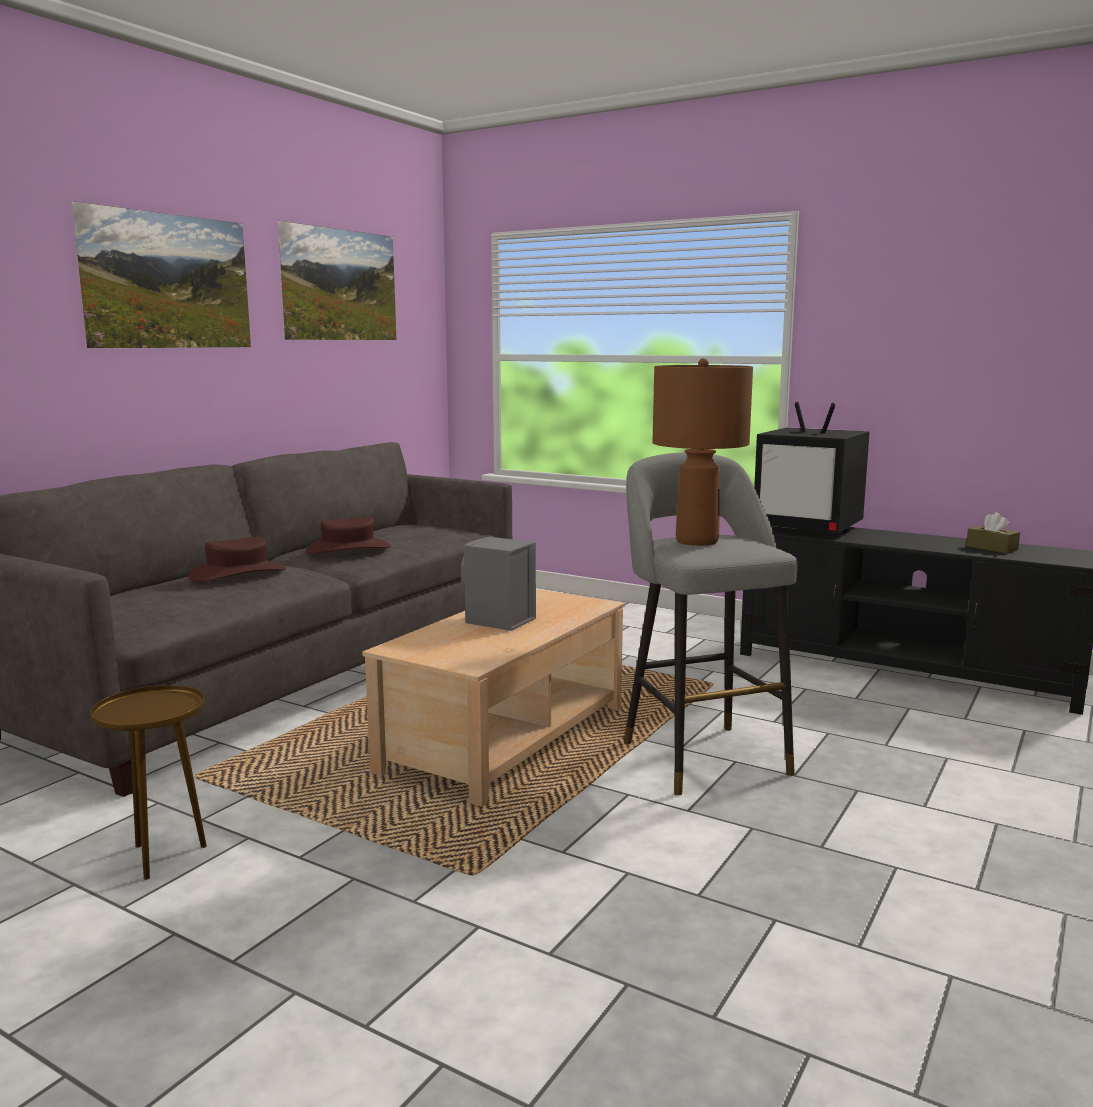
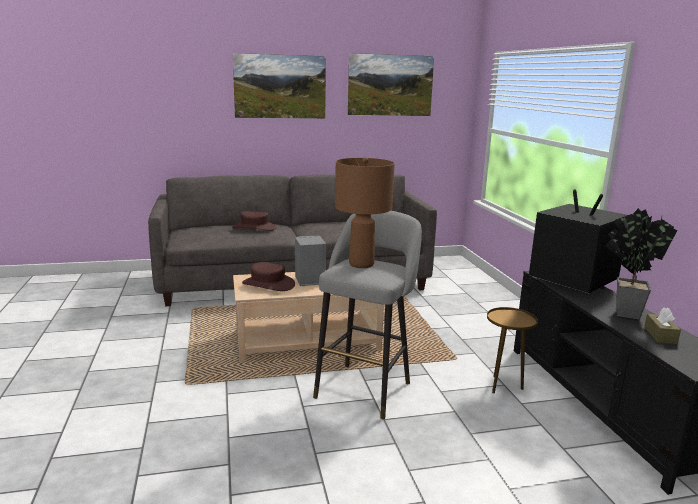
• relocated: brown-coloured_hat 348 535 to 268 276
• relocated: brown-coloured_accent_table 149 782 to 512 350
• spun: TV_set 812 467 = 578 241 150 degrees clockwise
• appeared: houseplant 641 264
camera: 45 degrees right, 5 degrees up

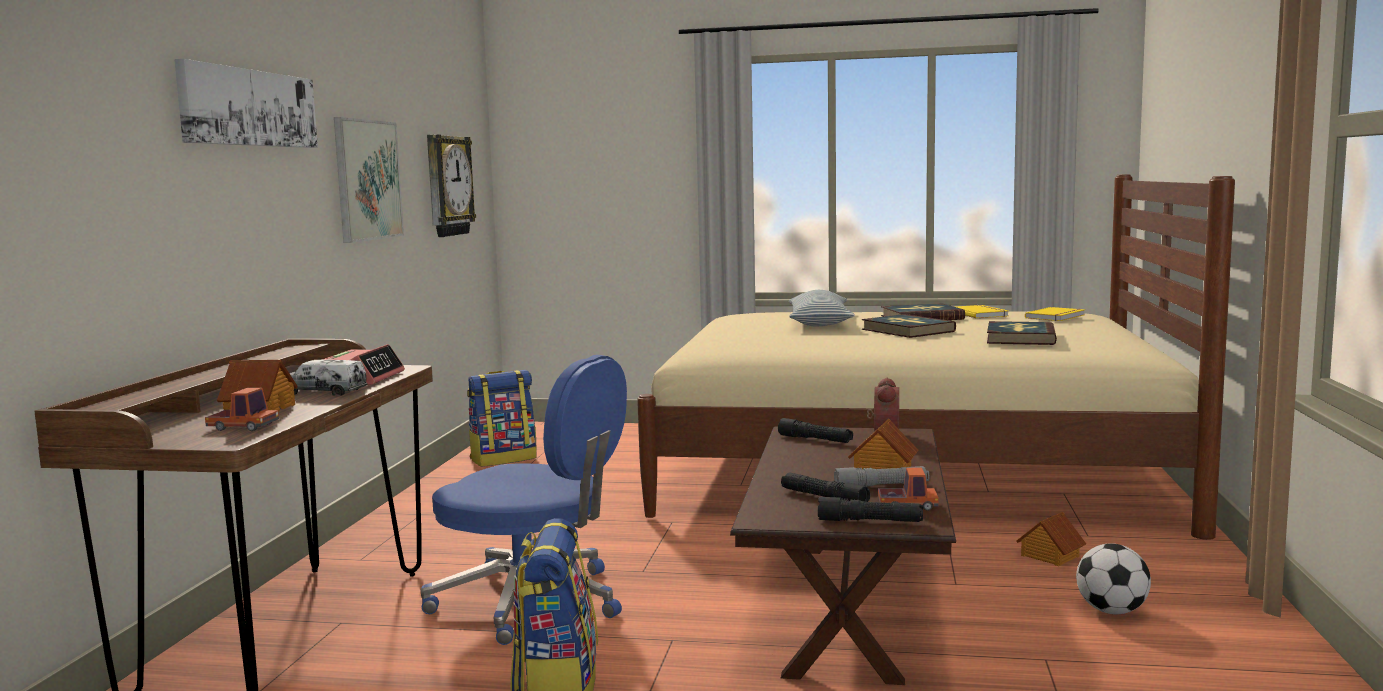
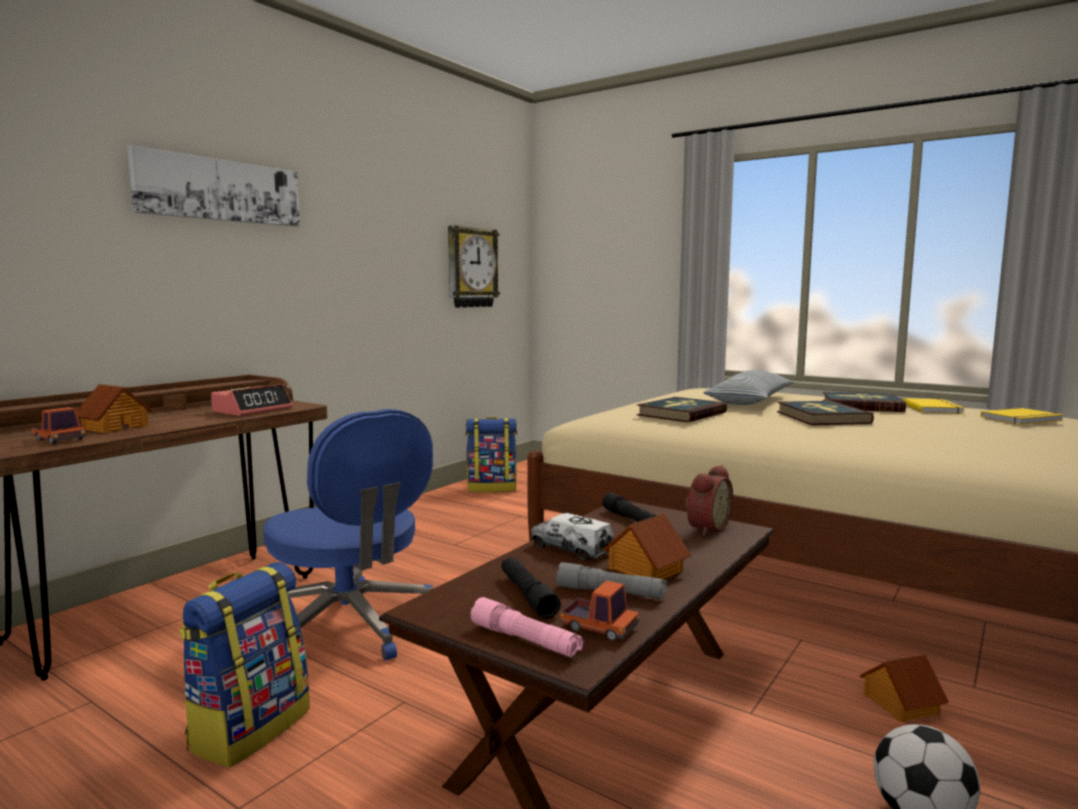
• colour: blackish_flashlight 870 509 to pink_flashlight 527 627
• relocated: toy_lorry 328 378 to 572 537
• relocated: bound_book 1022 333 to 682 409
• missing: wall_picture 369 180
camera: 25 degrees right, 0 degrees up

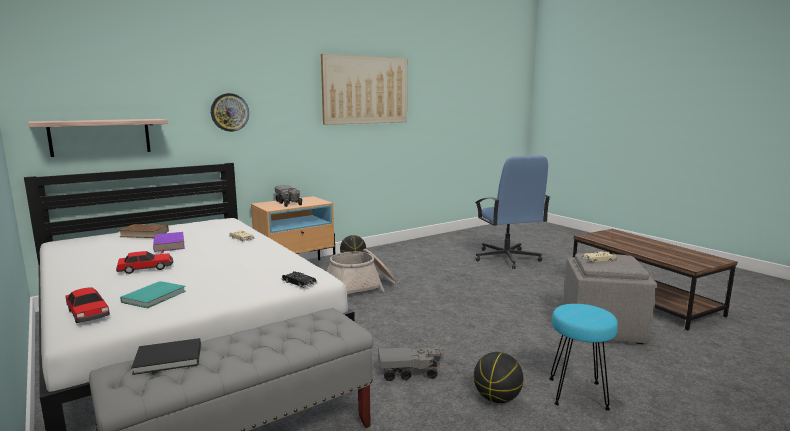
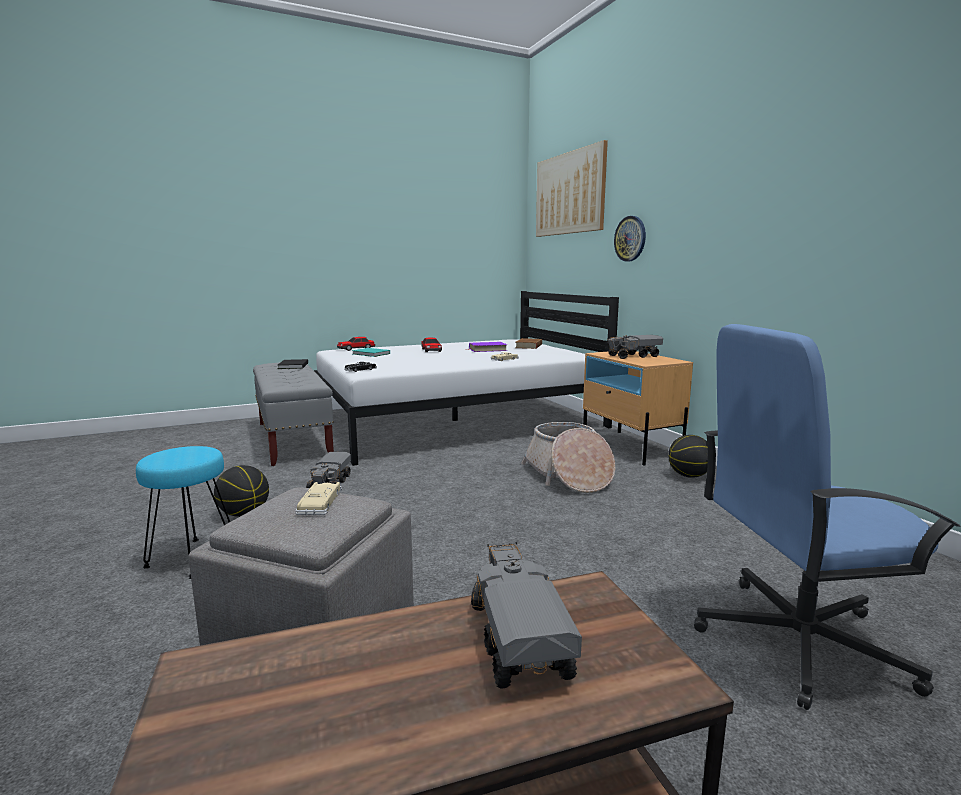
• appeared: toy_lorry 526 615
• relocated: wall_picture 364 89 to 572 188
• missing: wall_shelf 98 138
camera: 100 degrees right, 0 degrees up

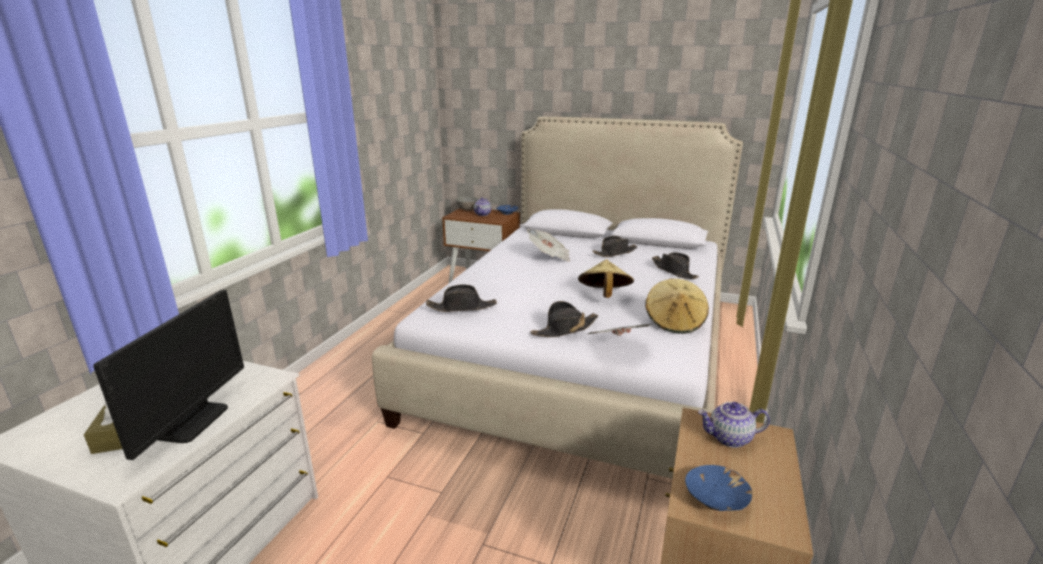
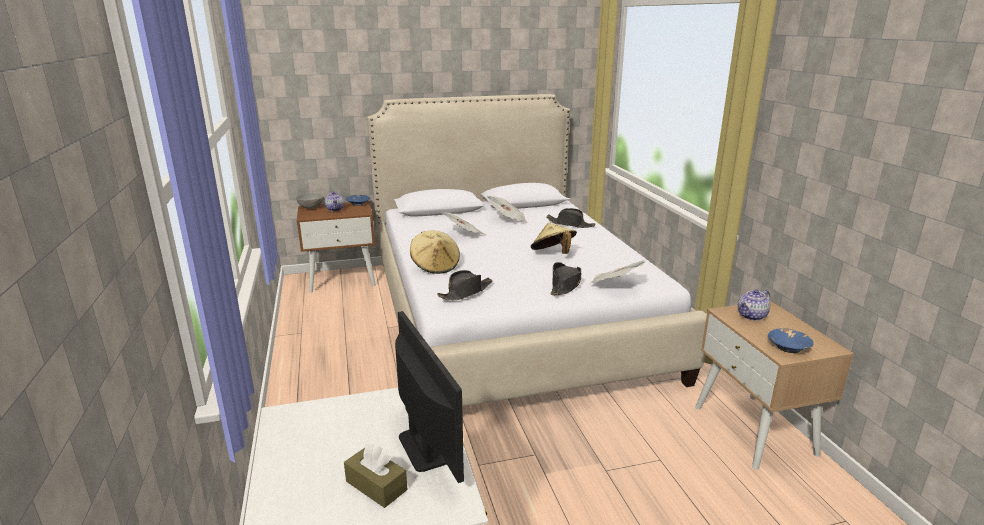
• relocated: sand-coloured_hat 677 306 to 435 252
• exchanged: blackish_hat 614 246 to printed_paper 507 209
camera: 35 degrees left, 0 degrees up

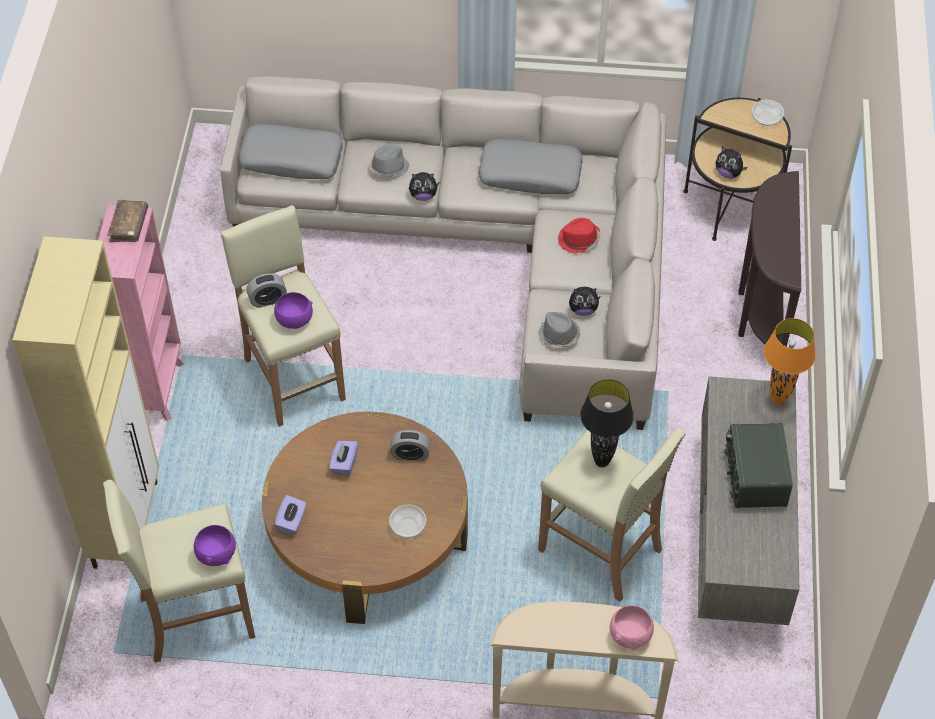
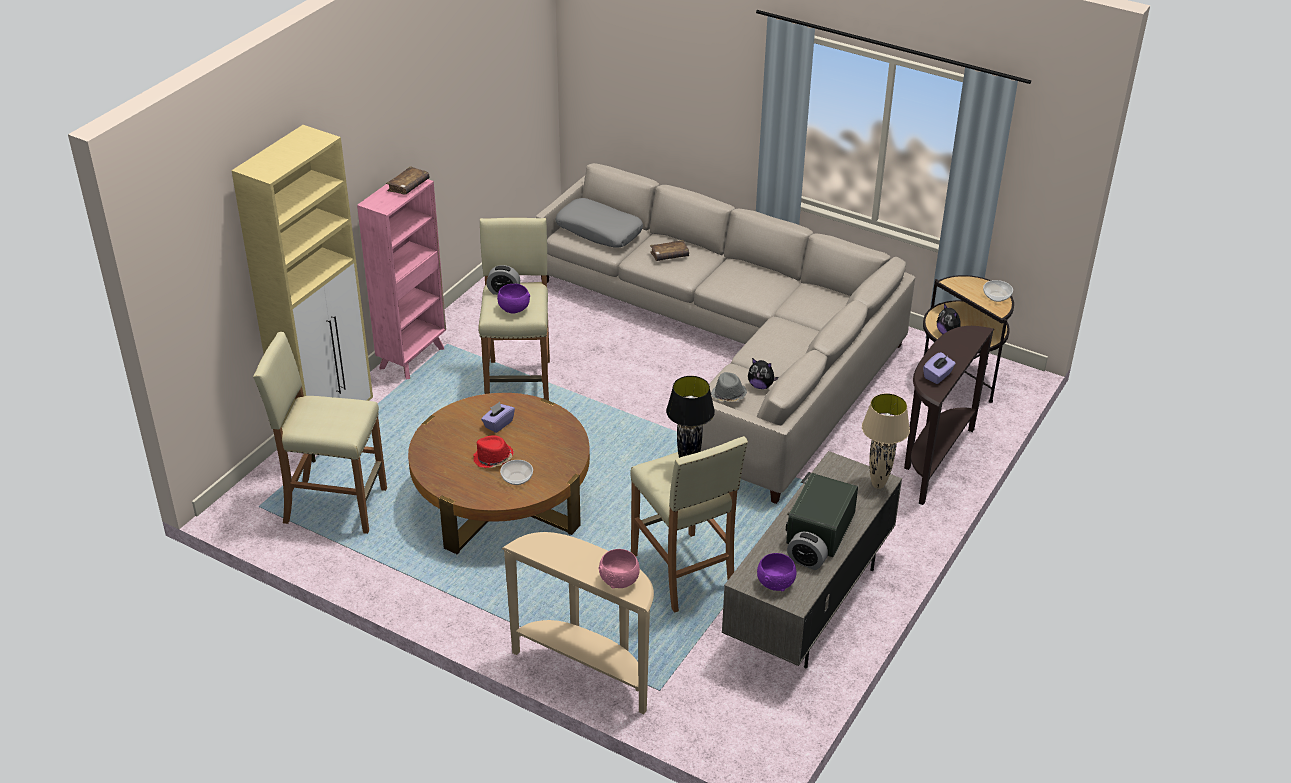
• relocated: red_hat 579 236 to 493 451
• exchanged: greyish_hat 389 161 to brown-coloured_bound_book 669 250
• relocated: purple_serving_bowl 215 545 to 776 572
• relocated: table_clock 410 445 to 807 551
• colour: orange_lamp_for_a_table 790 361 to sand-coloured_lamp_for_a_table 886 441
• relocated: purple_tissue_box 290 515 to 939 368
• missing: soft_toy 424 186
• missing: greyish_throw_pillow 531 166
camera: 25 degrees right, 15 degrees down

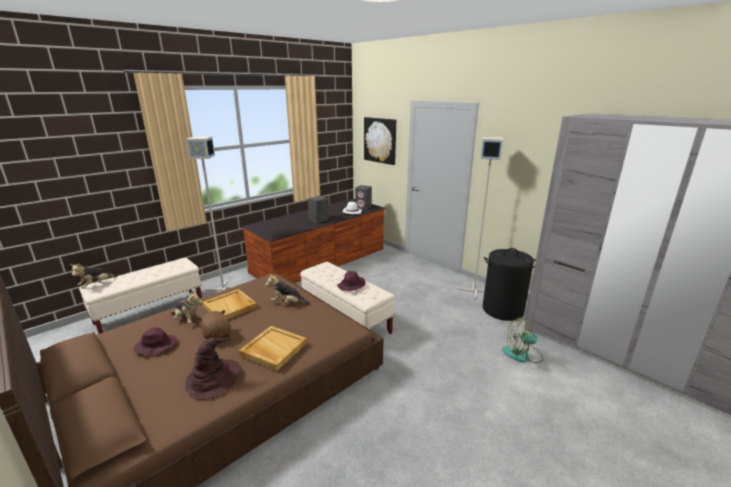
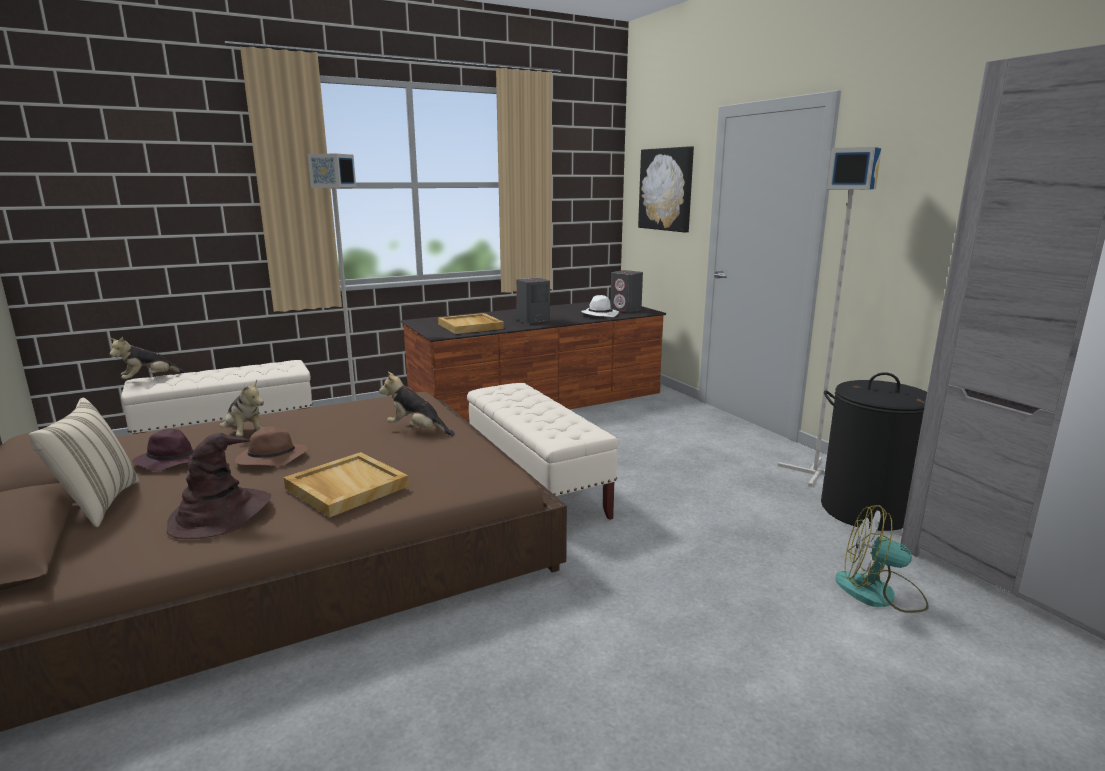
• appeared: sand-coloured_throw_pillow 84 462
• exchanged: brown-coloured_soft_toy 213 325 to brown-coloured_hat 271 447
• relocated: sand-coloured_tray 230 304 to 471 323
• missing: purple_hat 351 281
camera: 15 degrees right, 5 degrees down

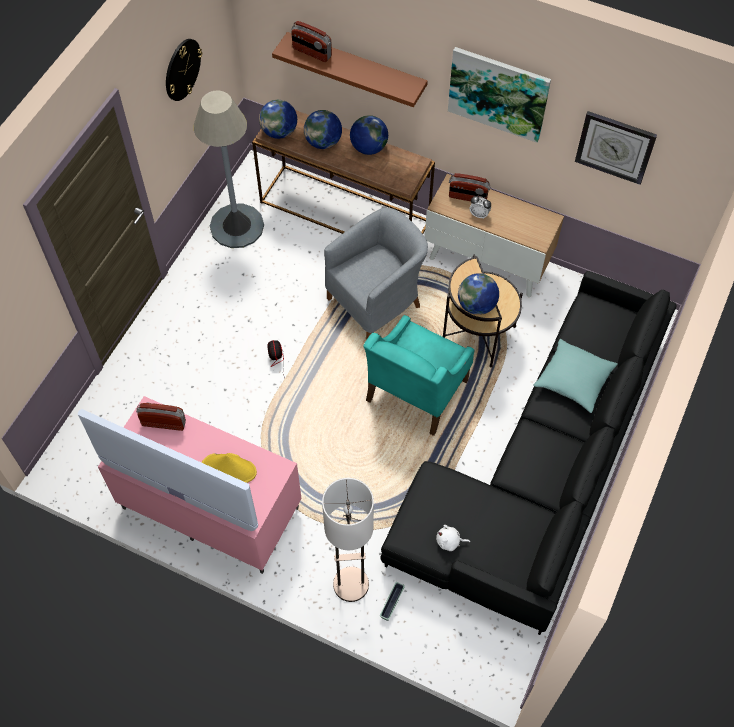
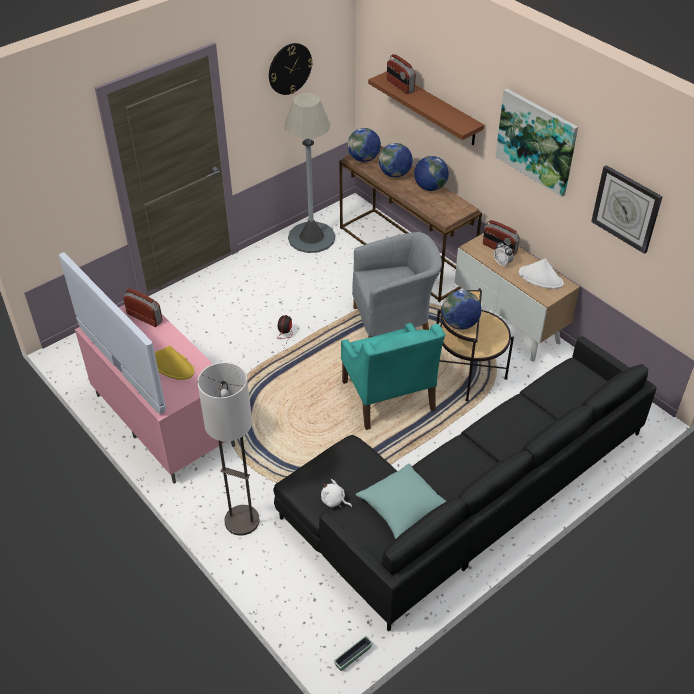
• relocated: flower_pot 392 601 to 353 653
• spun: turquoise_armchair 419 375 = 393 376 75 degrees counterclockwise
• relocated: turquoise_throw_pillow 575 376 to 400 501
• appeared: white_hat 541 273
camera: 25 degrees right, 15 degrees down

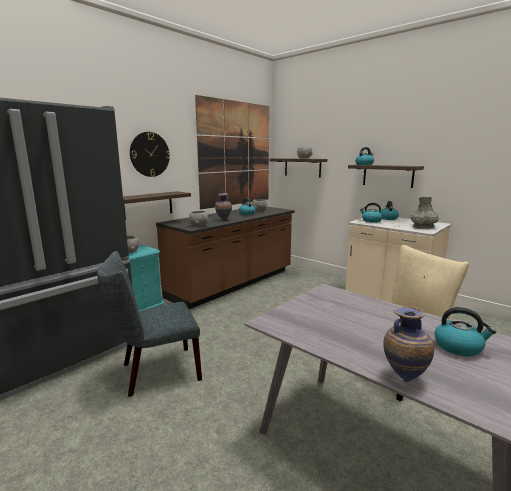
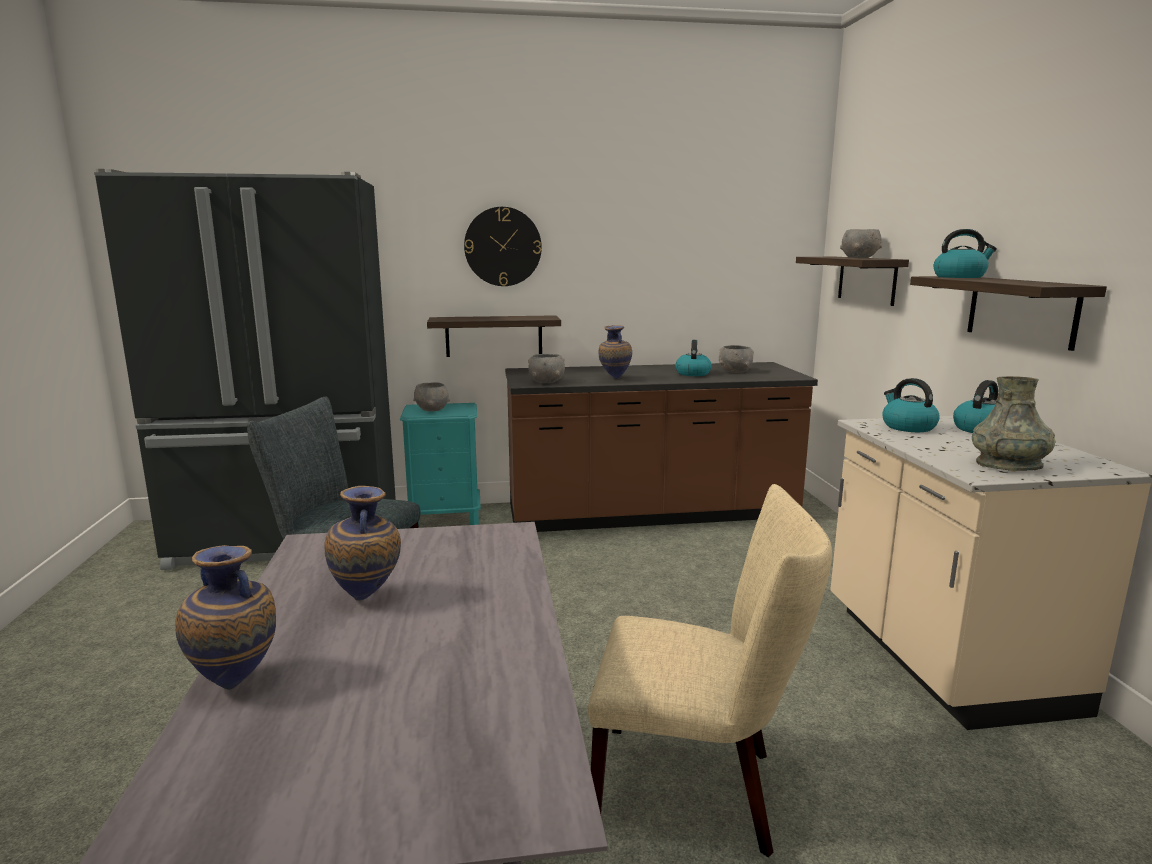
• appeared: vase 363 543
• missing: wall_picture 232 152
• missing: kettle 465 331
camera: 40 degrees right, 0 degrees up

